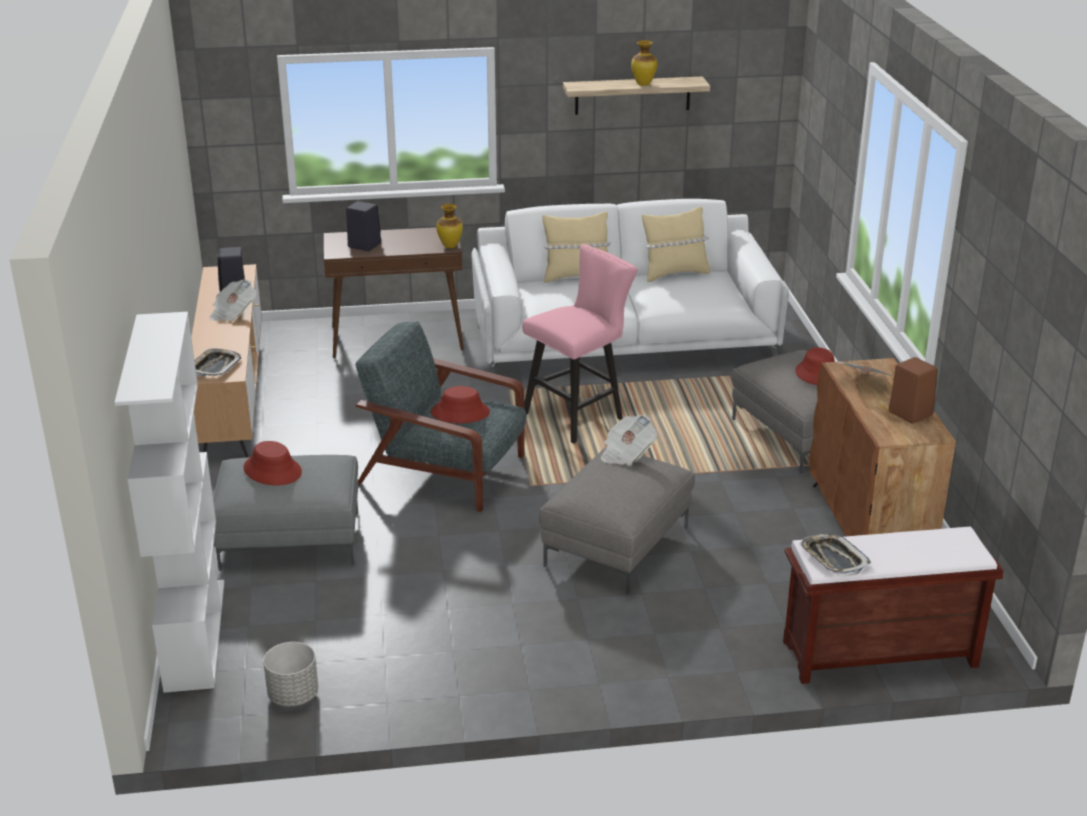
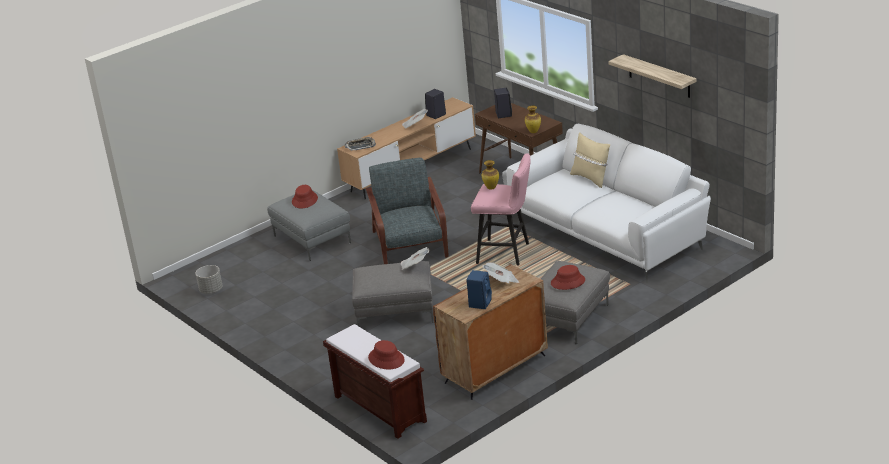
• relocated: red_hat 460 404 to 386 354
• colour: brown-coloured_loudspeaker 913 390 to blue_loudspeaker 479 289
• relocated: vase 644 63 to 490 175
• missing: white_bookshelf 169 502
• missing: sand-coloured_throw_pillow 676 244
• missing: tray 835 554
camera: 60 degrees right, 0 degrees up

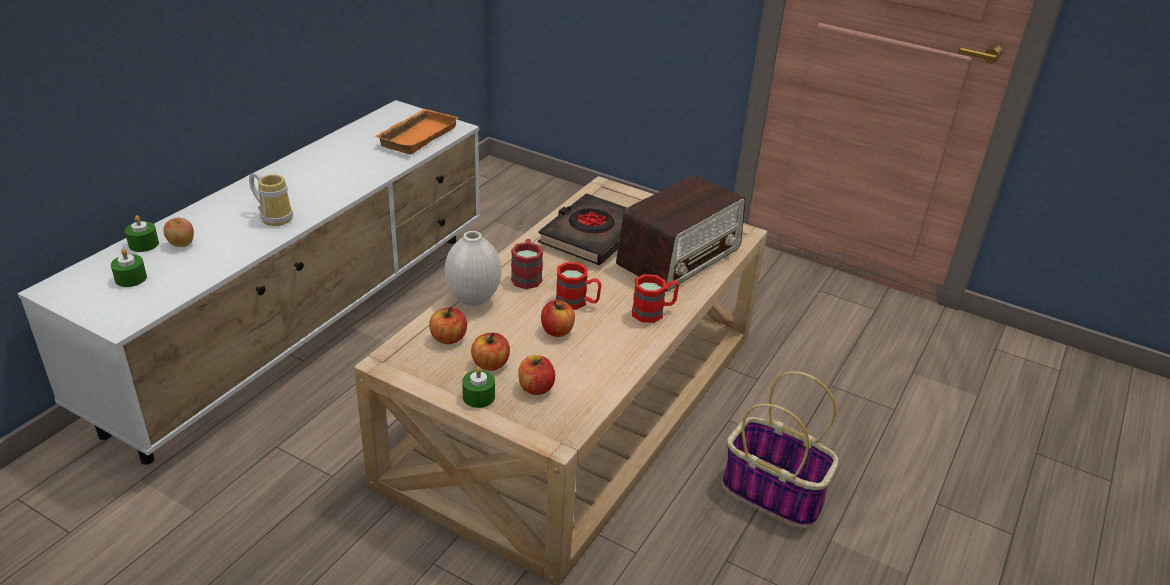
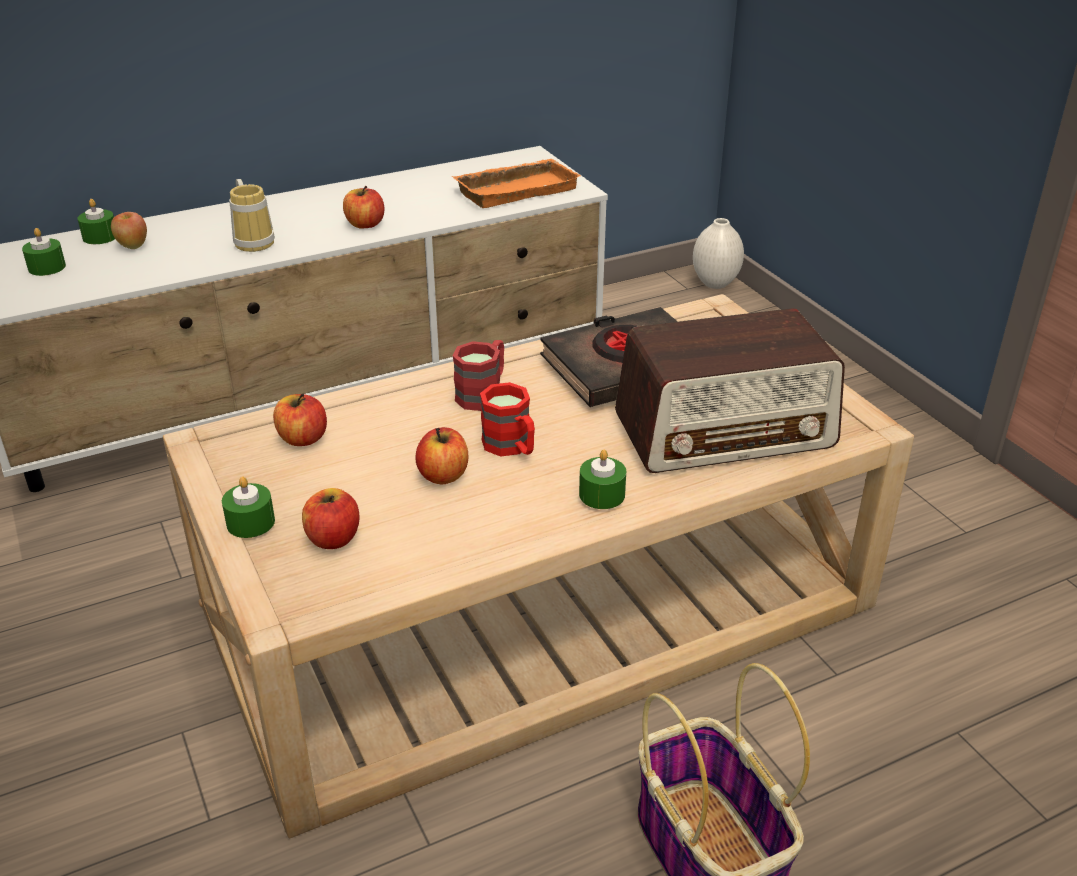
• relocated: apple 490 351 to 363 207
• exchanged: red_coffee_mug 655 298 to green_wax_candle 602 479
• relocated: white_vase 473 268 to 718 253
camera: 35 degrees right, 0 degrees up

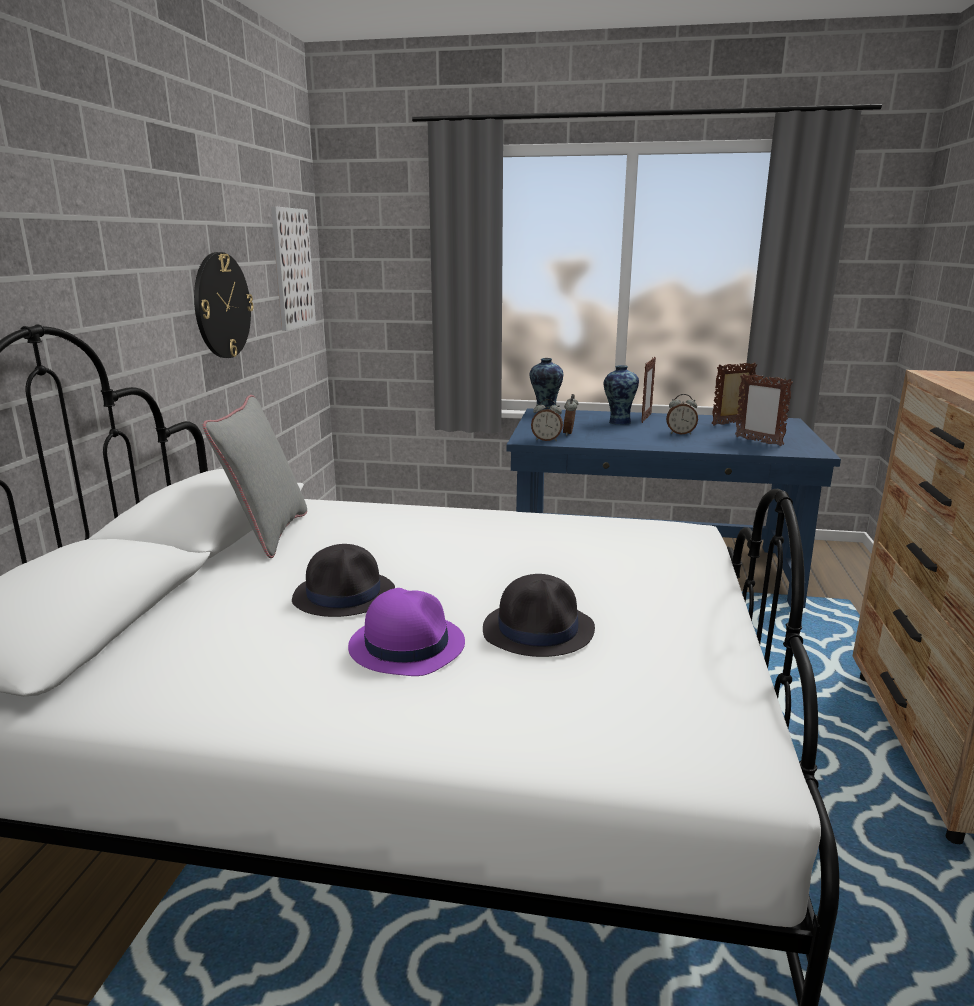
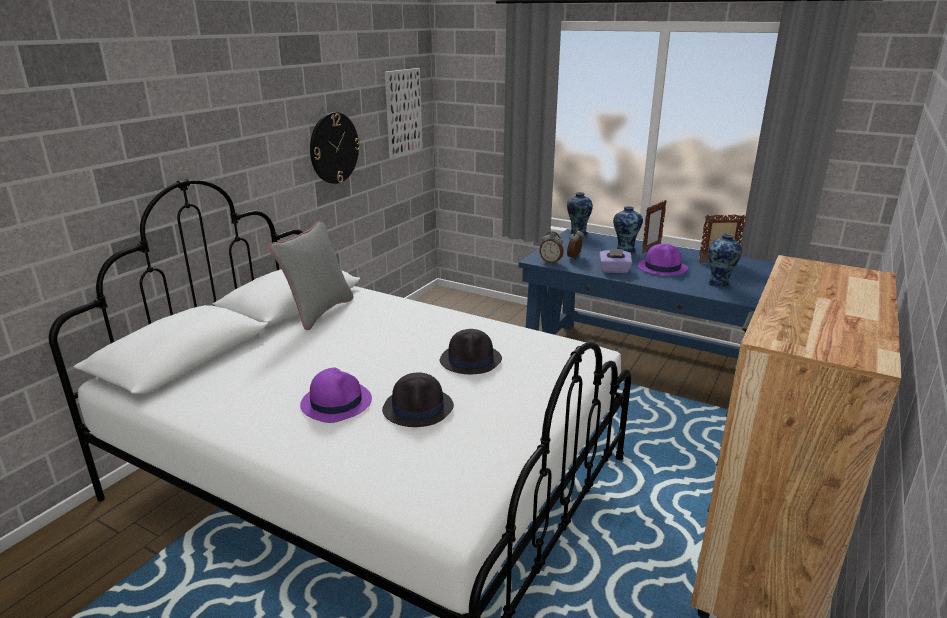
• relocated: blackish_hat 343 580 to 471 351
• appeared: purple_tissue_box 615 260
• exchanged: table_clock 682 414 to purple_hat 663 260
• exchanged: photo_frame 764 409 to vase 725 261
camera: 20 degrees right, 5 degrees up

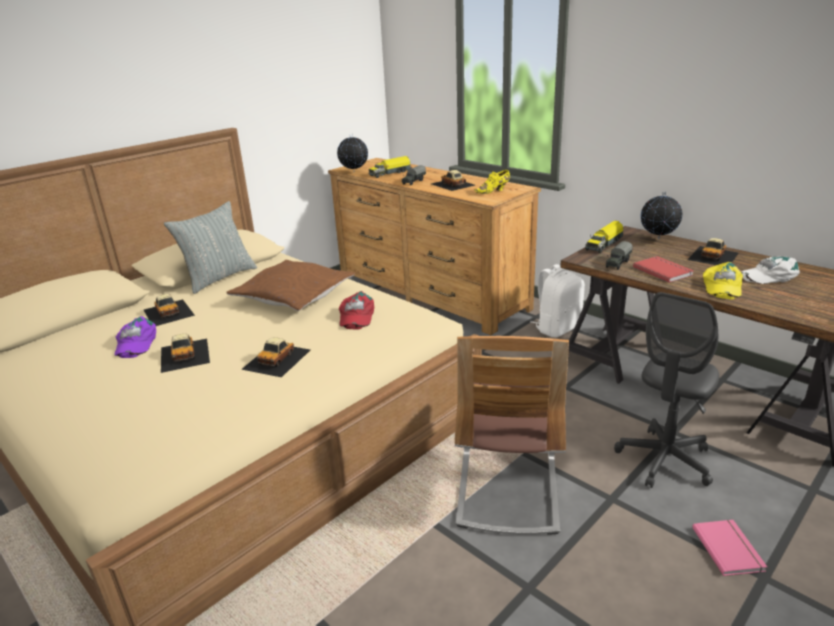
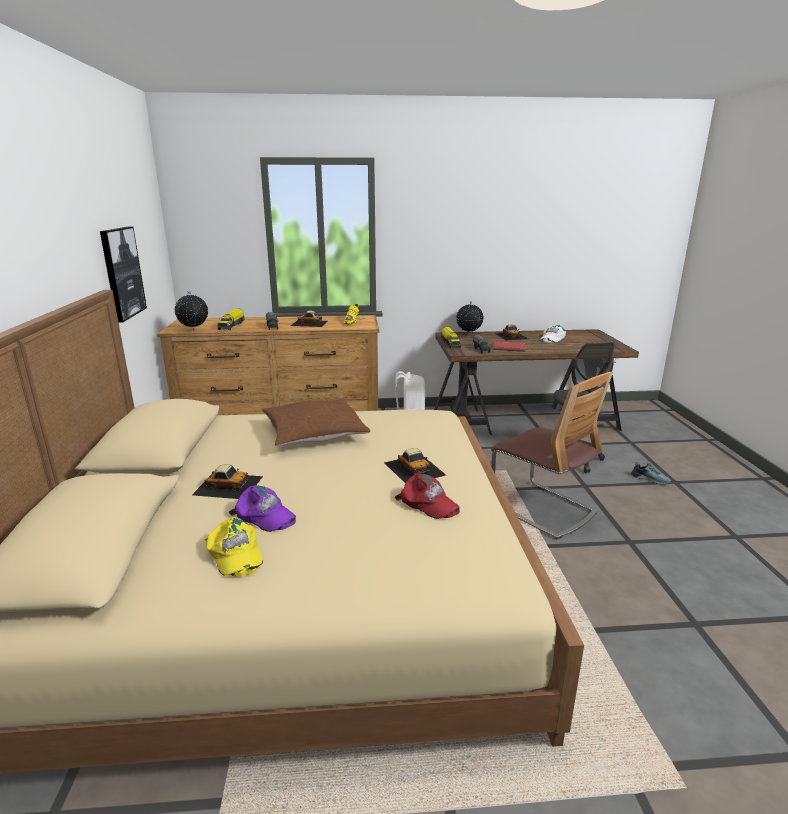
• appeared: wall_picture 123 275
• relocated: yellow_cap 723 280 to 234 547
• relocated: red_cap 356 310 to 427 496
• exchanged: pink_bound_book 729 548 to shoe 651 473
• missing: model_car 185 353
• missing: greyish_throw_pillow 210 247
camera: 50 degrees left, 5 degrees down

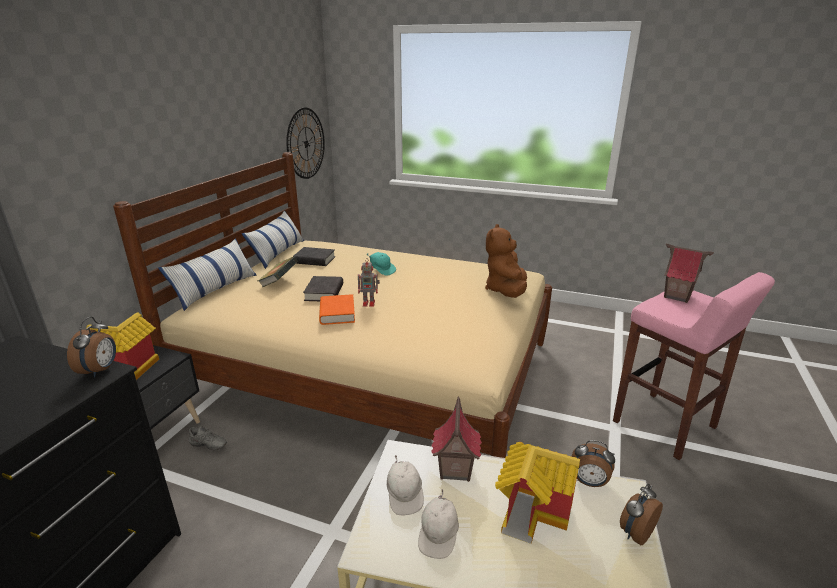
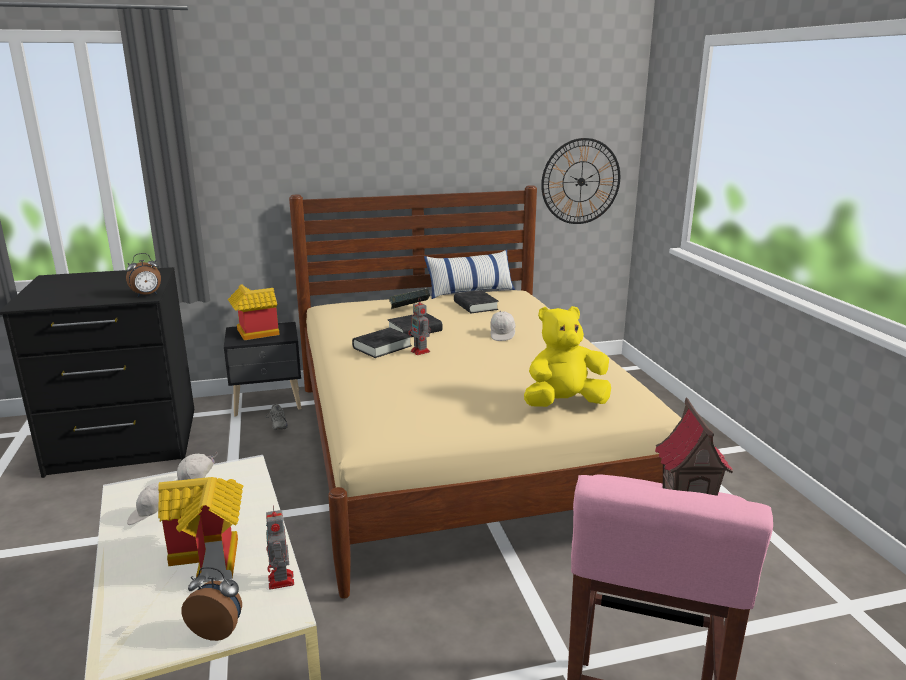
• exchanged: table_clock 593 463 to model_robot 280 547
• colour: orange_bound_book 337 309 to blackish_bound_book 382 342
• colour: turquoise_cap 381 264 to white_cap 503 325
• colour: brown-coloured_soft_toy 506 261 to yellow_soft_toy 567 356
• missing: throw_pillow 207 274
• missing: miniature_house 456 439
camera: 55 degrees right, 5 degrees down

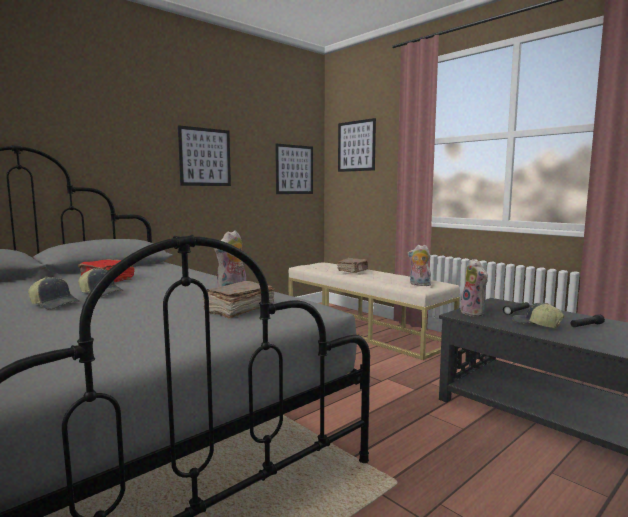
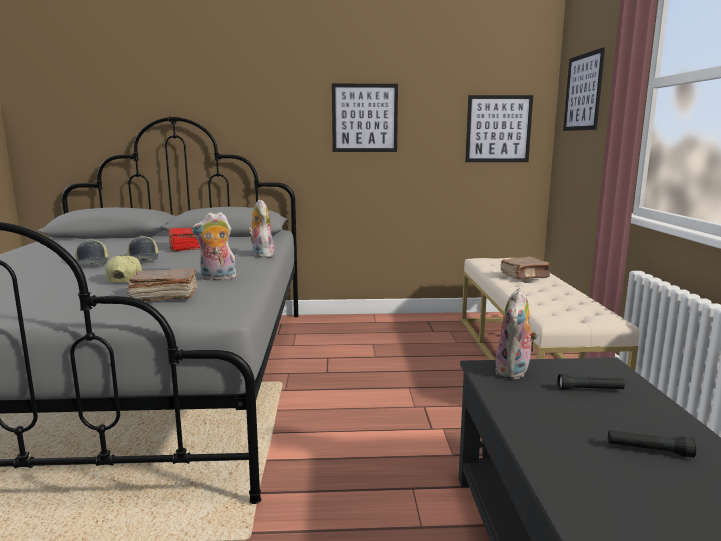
• relocated: cap 538 315 to 124 268
• relocated: soft_toy 419 265 to 261 228
camera: 40 degrees right, 5 degrees up

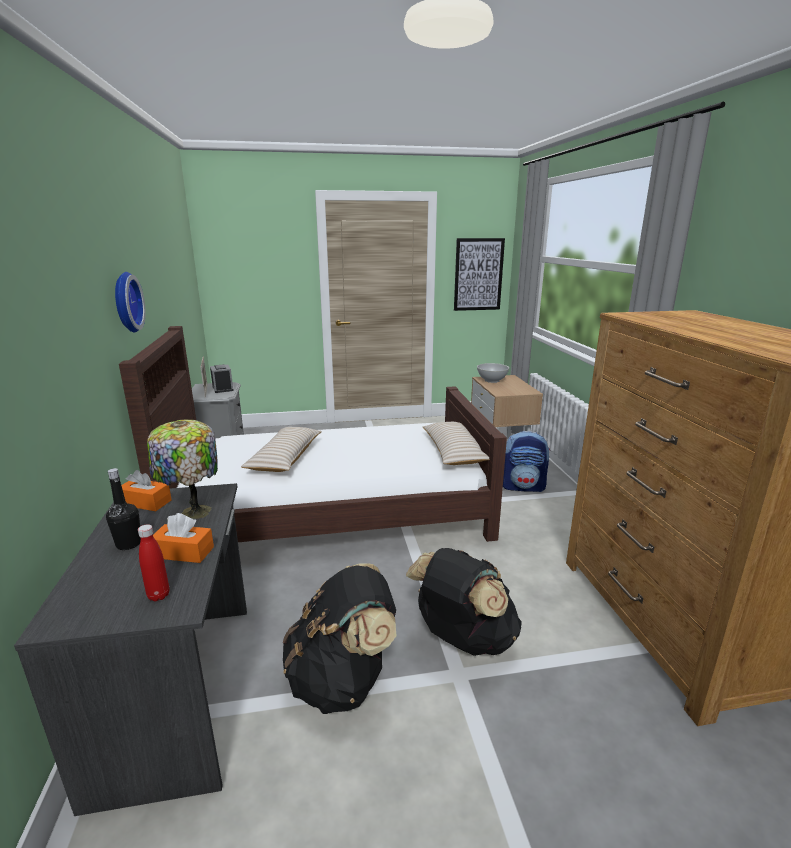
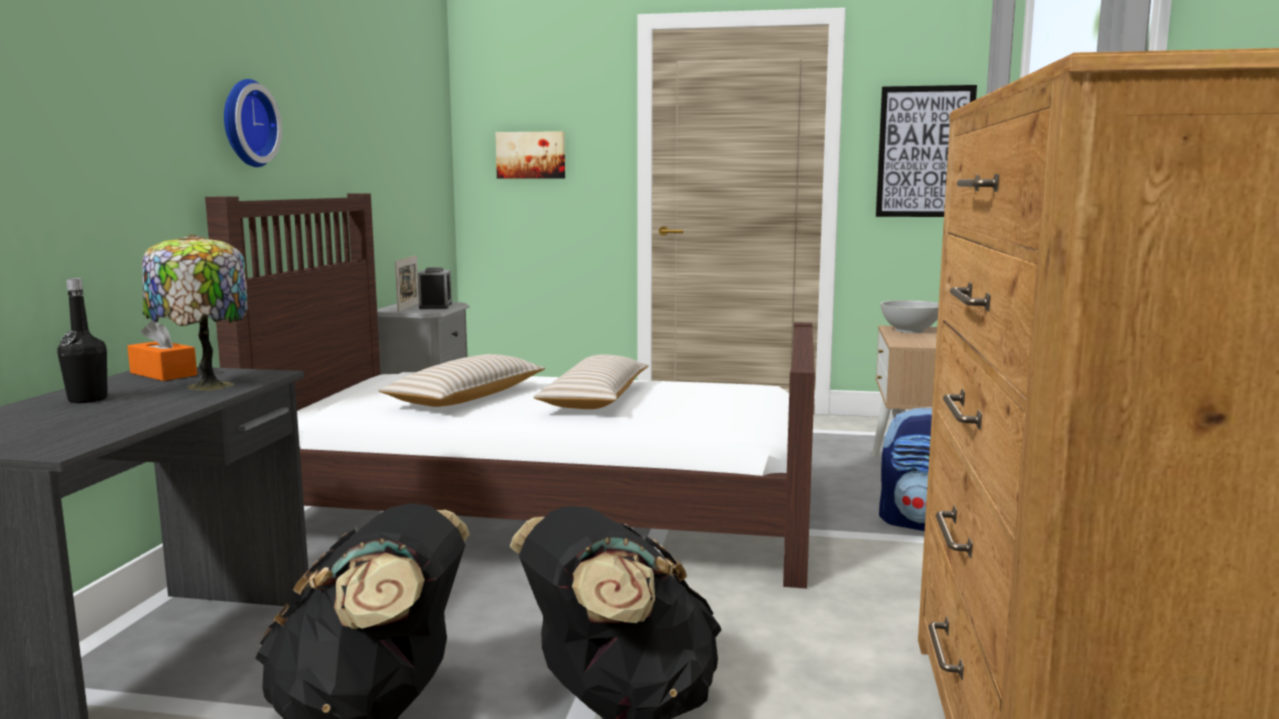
• appeared: wall_picture 530 155
• relocated: sand-coloured_throw_pillow 456 443 to 590 382
• missing: red_beverage_bottle 153 562
• missing: orange_tissue_box 183 538
camera: 20 degrees right, 10 degrees down

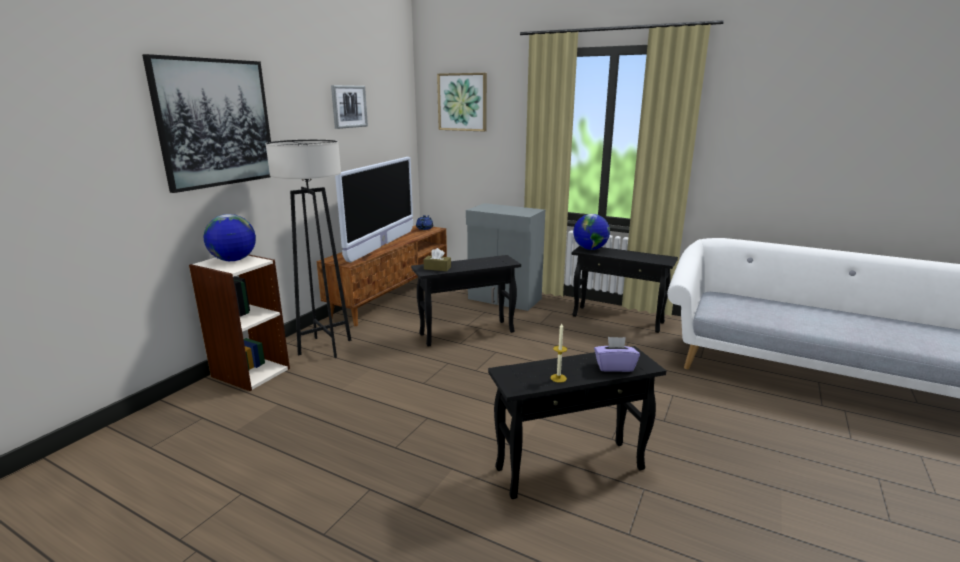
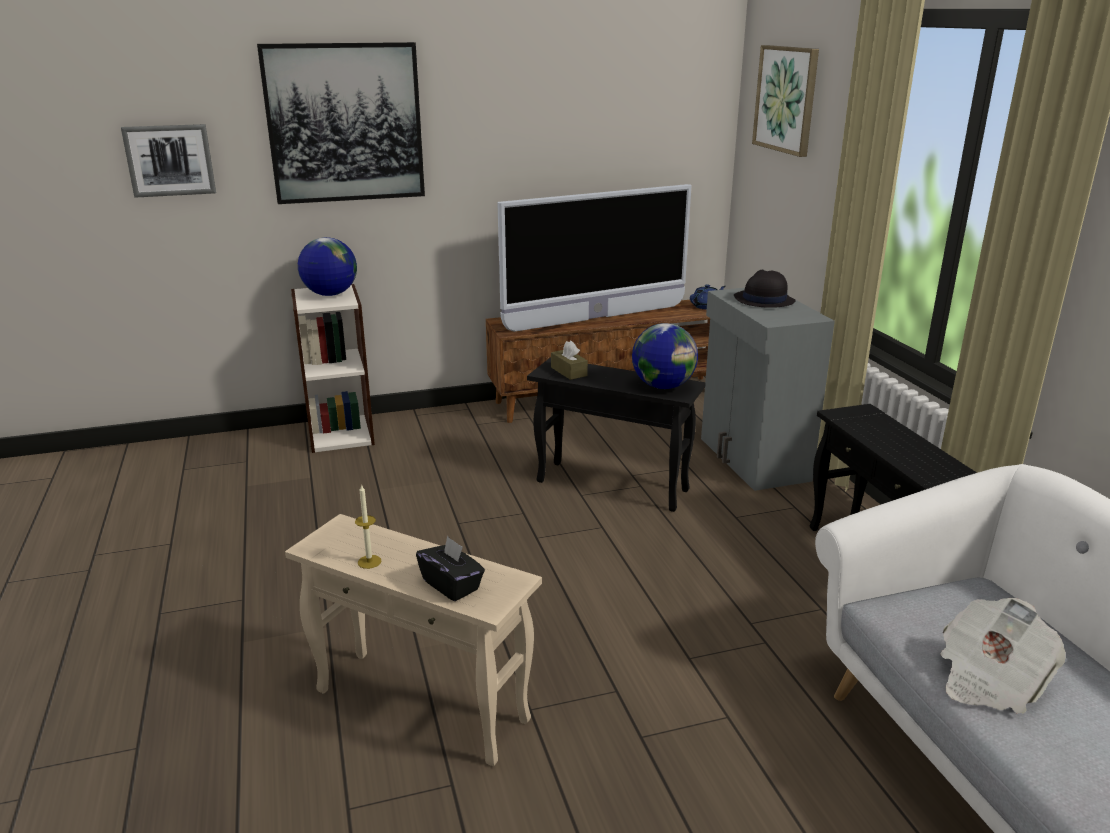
• relocated: wall_picture 349 107 to 168 161
• colour: blackish_accent_table 577 422 to sand-coloured_accent_table 413 640
• colour: purple_tissue_box 617 354 to blackish_tissue_box 450 568
• relocated: globe 591 232 to 665 356
• appeared: blackish_hat 765 289
• appeared: printed_paper 1003 656
• missing: greyish_standing_lamp 309 249
camera: 45 degrees right, 5 degrees up

